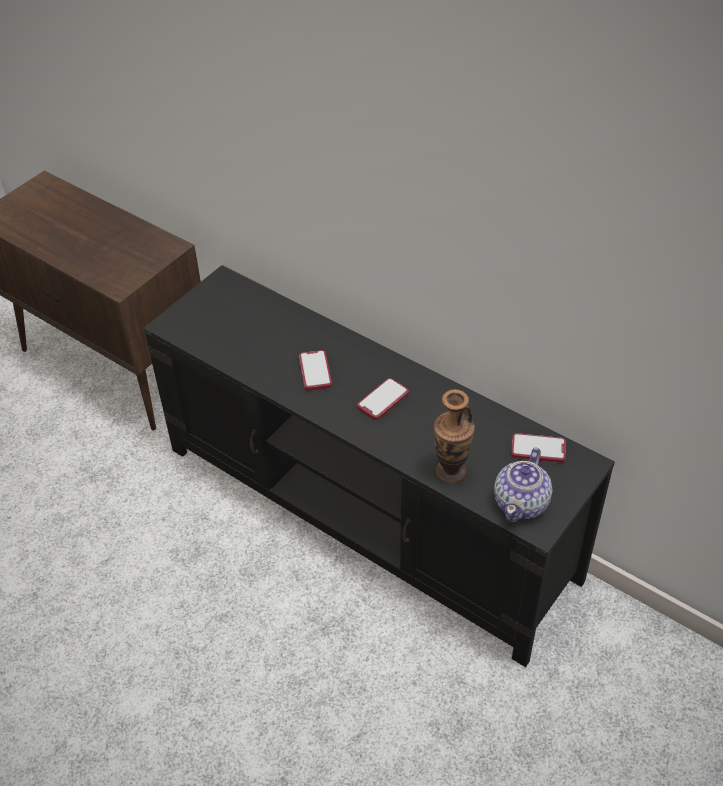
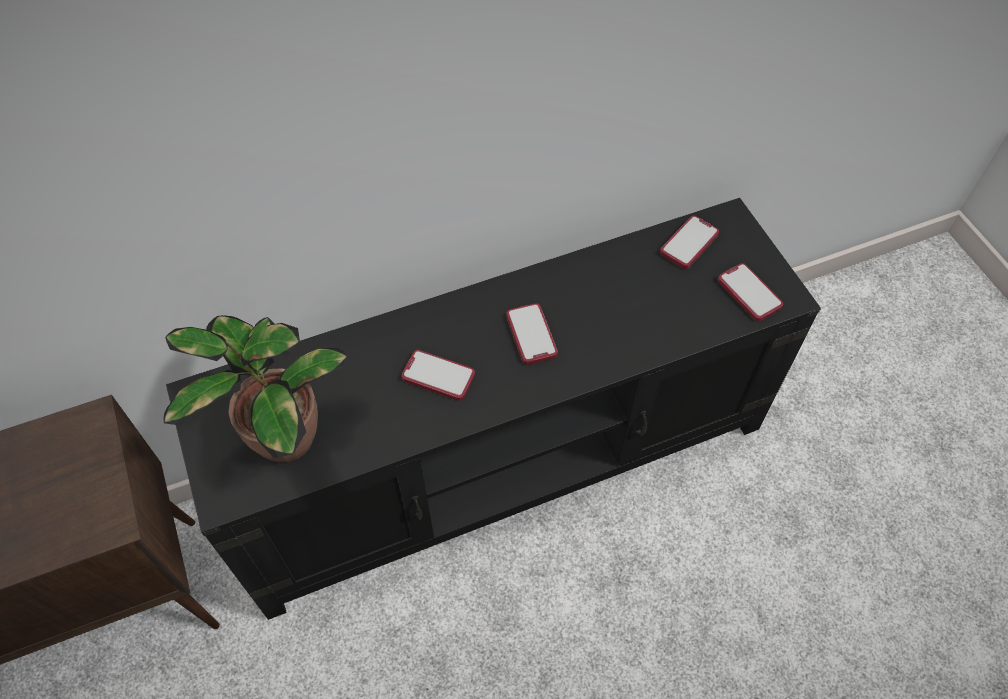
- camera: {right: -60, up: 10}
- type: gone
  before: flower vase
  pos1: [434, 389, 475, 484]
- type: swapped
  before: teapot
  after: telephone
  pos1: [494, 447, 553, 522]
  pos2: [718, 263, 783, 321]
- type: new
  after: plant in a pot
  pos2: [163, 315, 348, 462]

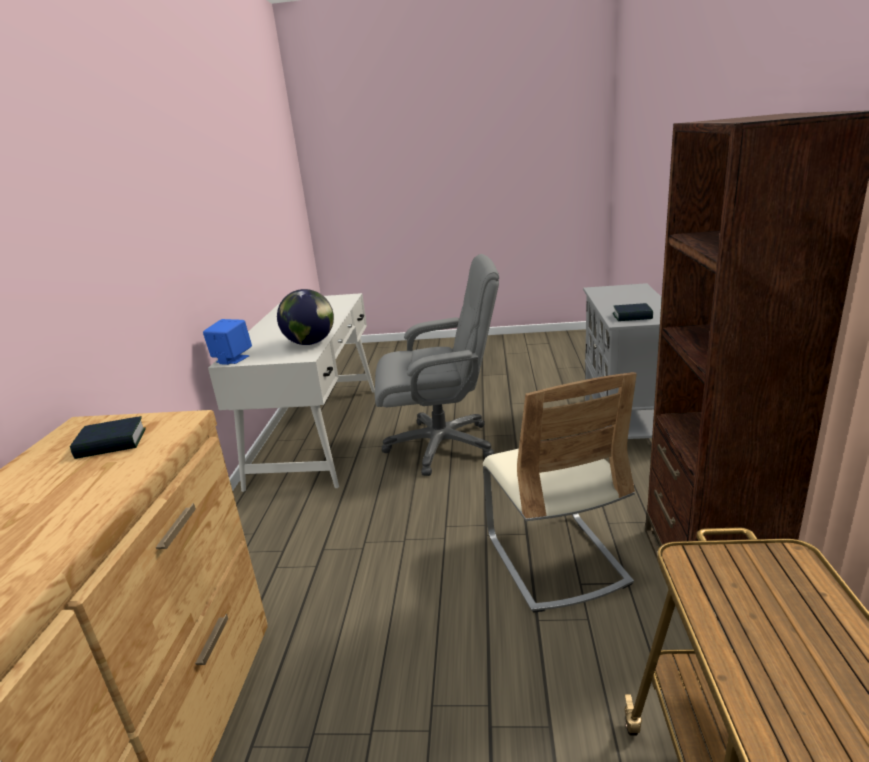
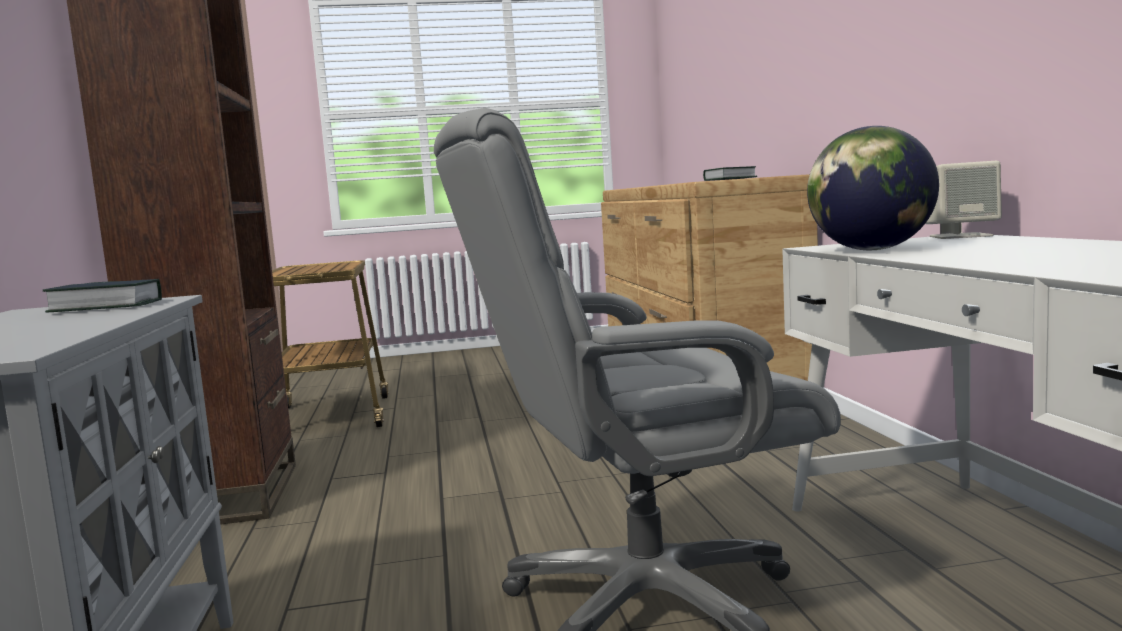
- camera: {right: 165, up: -15}
- type: repainted
  before: loudspeaker (blue)
  after: loudspeaker (sand-coloured)
  pos1: [203, 319, 252, 365]
  pos2: [925, 161, 1002, 239]
- type: gone
  before: chair (sand-coloured)
  pos1: [483, 372, 637, 613]

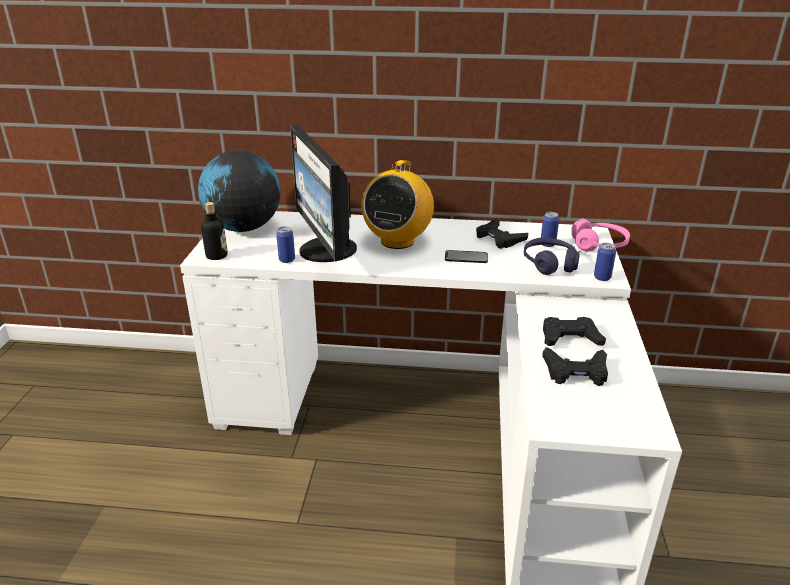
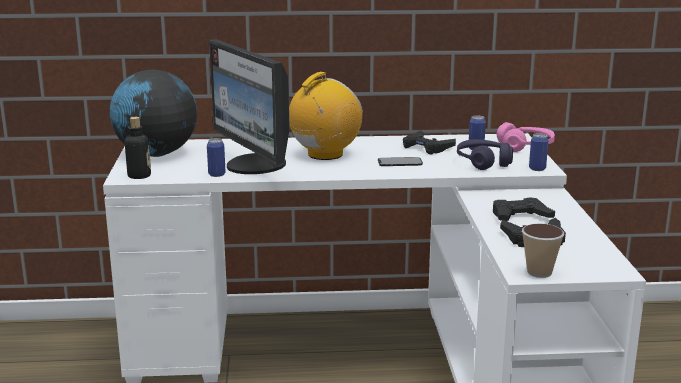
- camera: {right: -10, up: -10}
- type: rotated
  before: radio receiver
  pos1: [362, 160, 434, 249]
  pos2: [289, 72, 363, 160]
  turn: -150
- type: new
  after: drinking cup
  pos2: [522, 223, 564, 278]

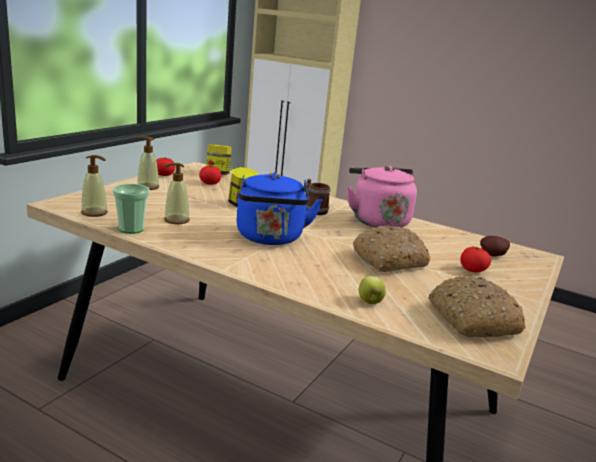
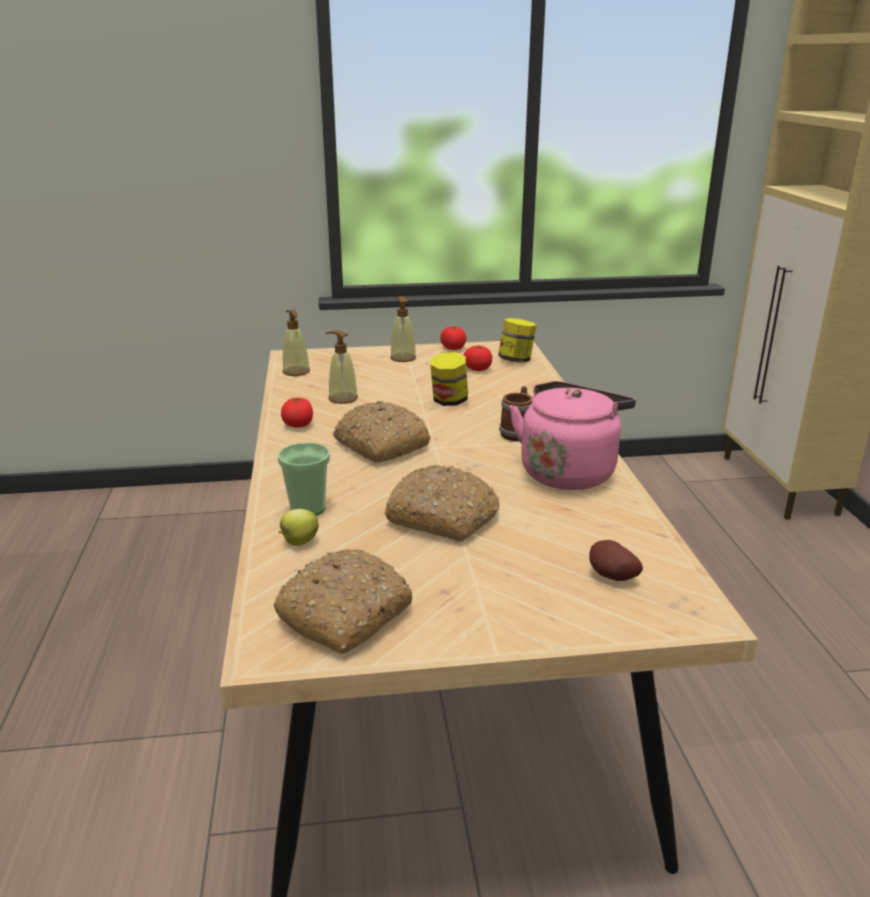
- camera: {right: 55, up: 5}
- type: shifted
  before: drinking cup
  pos1: [113, 184, 149, 234]
  pos2: [278, 442, 330, 516]
- type: swapped
  before: kettle (blue)
  after: bakery bread
  pos1: [236, 172, 322, 245]
  pos2: [333, 401, 431, 462]
- type: shifted
  before: whole tomato
  pos1: [460, 247, 491, 272]
  pos2: [281, 397, 313, 427]

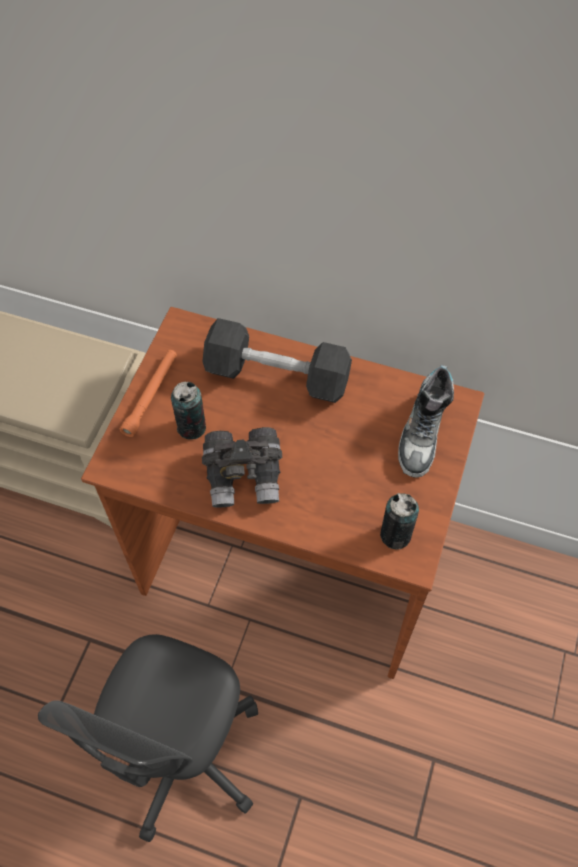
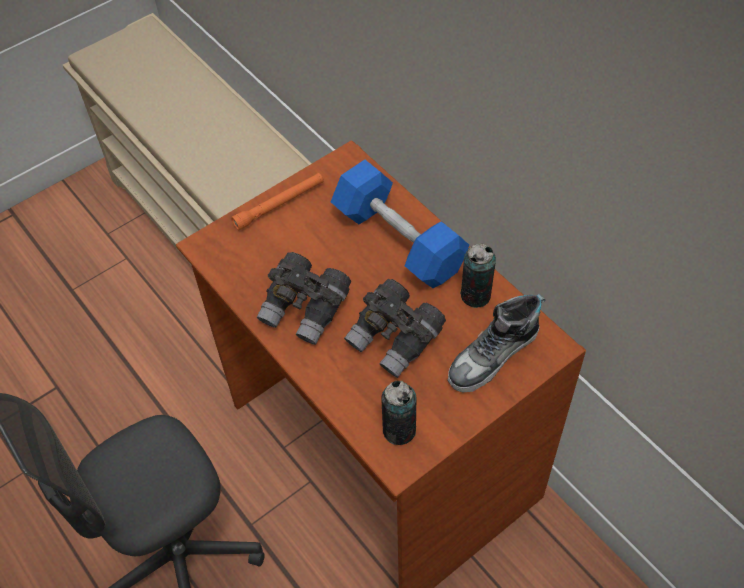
- camera: {right: 35, up: -5}
- type: shifted
  before: metal can
  pos1: [171, 382, 206, 440]
  pos2: [460, 244, 496, 308]
- type: repainted
  before: dumbbell (black)
  after: dumbbell (blue)
  pos1: [202, 318, 352, 403]
  pos2: [331, 160, 469, 288]
- type: new
  after: pair of binoculars (greyish)
  pos2: [344, 279, 446, 378]

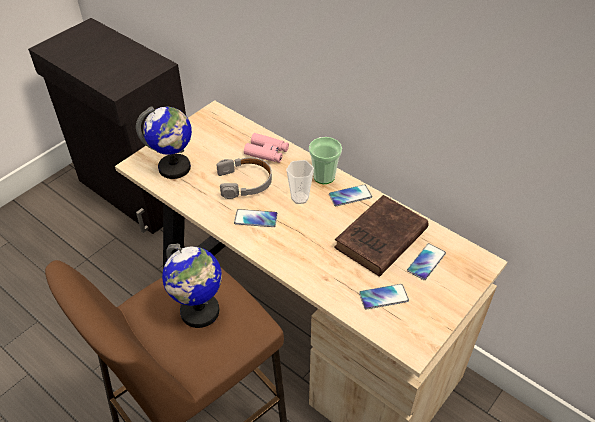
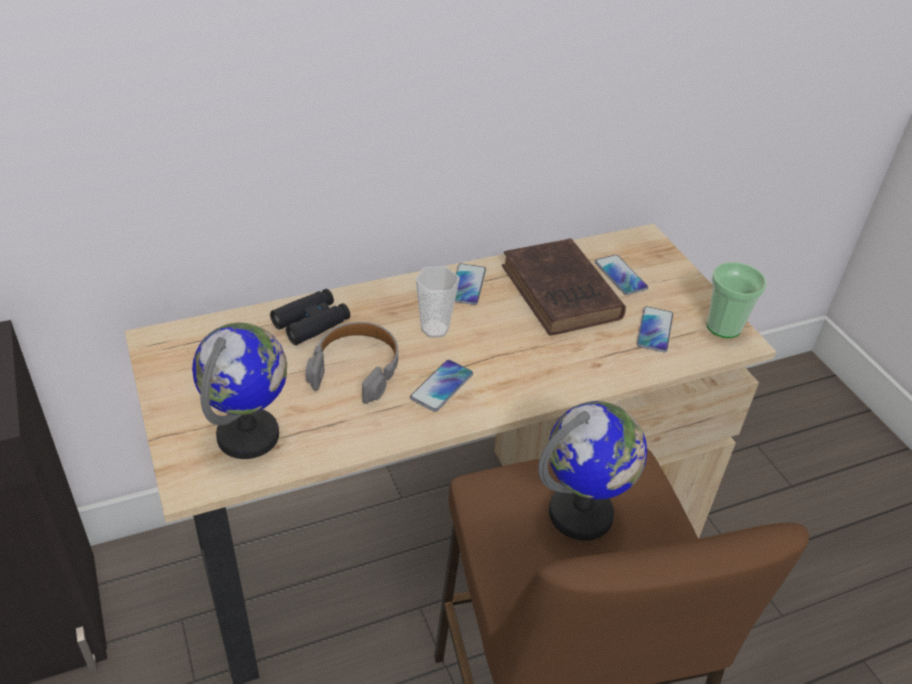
- camera: {right: -65, up: -5}
- type: repainted
  before: pair of binoculars (pinkish)
  after: pair of binoculars (black)
  pos1: [244, 133, 289, 163]
  pos2: [270, 289, 350, 345]
- type: shifted
  before: drinking cup
  pos1: [309, 137, 342, 184]
  pos2: [706, 262, 767, 338]

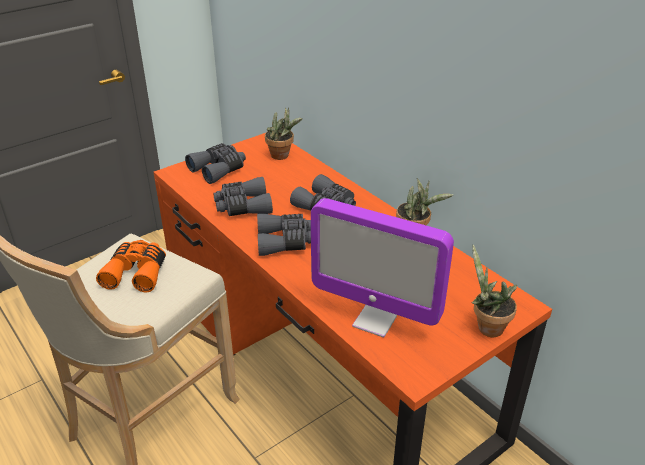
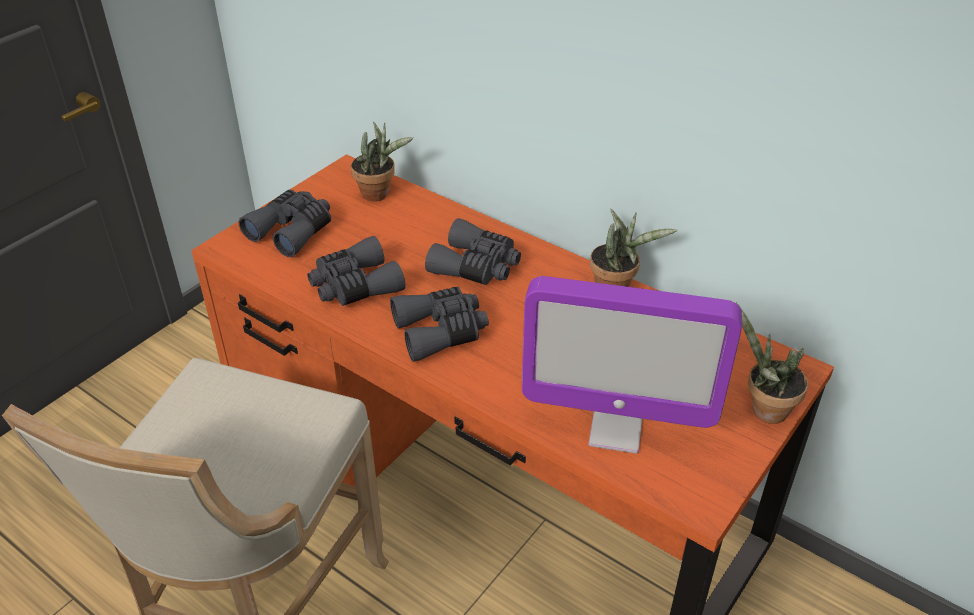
- camera: {right: -15, up: 5}
- type: gone
  before: pair of binoculars (orange-coloured)
  pos1: [96, 240, 166, 292]

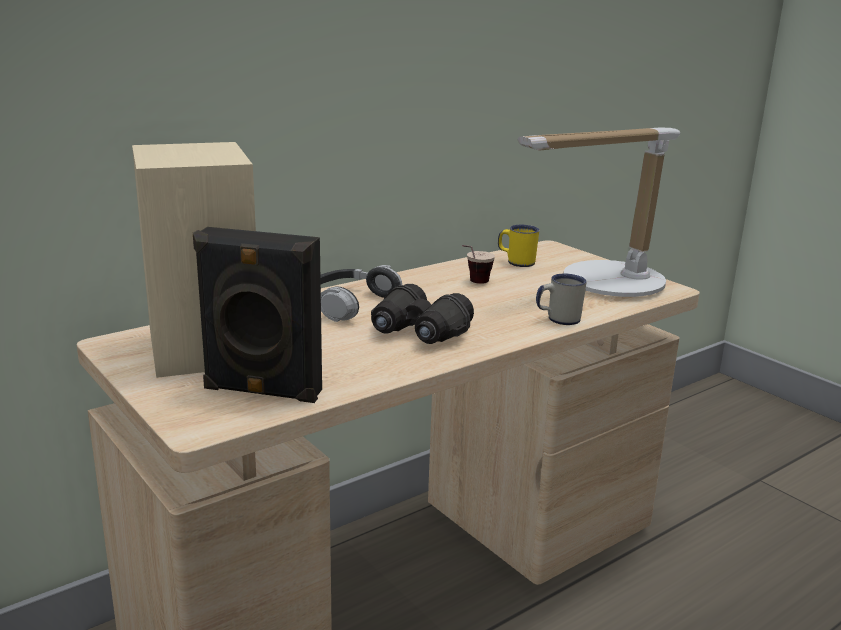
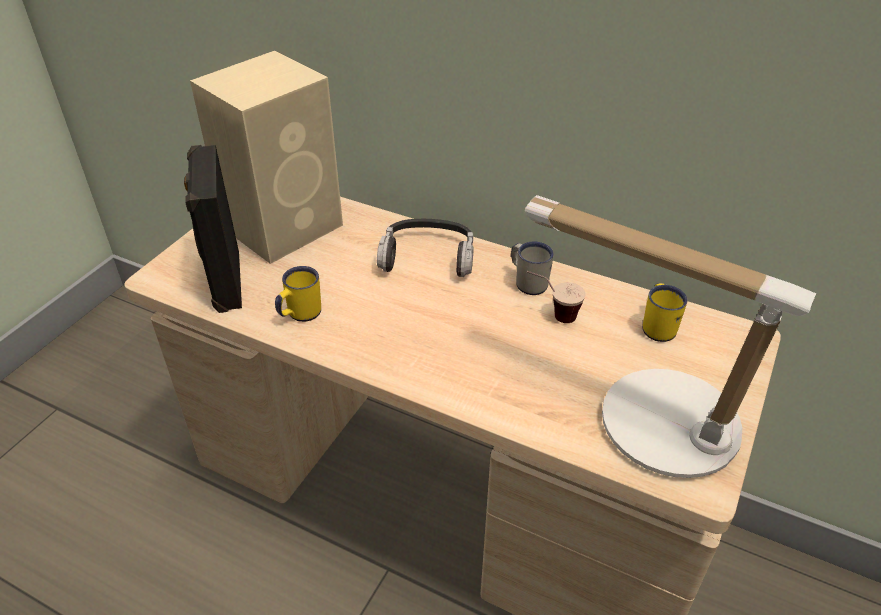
- camera: {right: 65, up: 20}
- type: gone
  before: pair of binoculars (black)
  pos1: [371, 284, 474, 344]
- type: shifted
  before: coffee mug (whitish)
  pos1: [536, 274, 587, 325]
  pos2: [511, 242, 554, 295]
- type: new
  after: coffee mug (yellow-coloured)
  pos2: [275, 266, 321, 322]

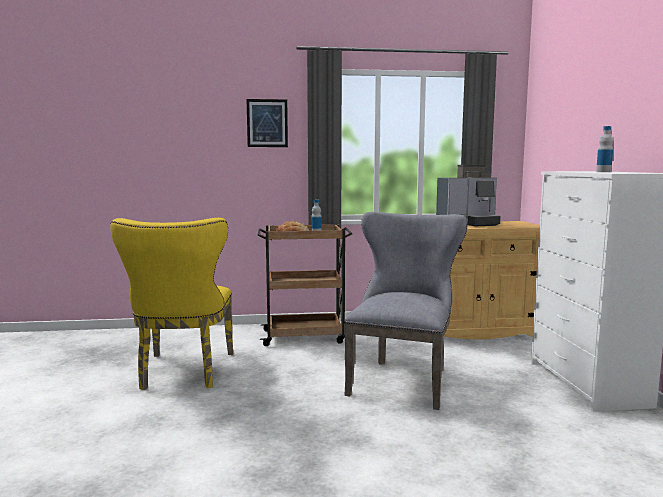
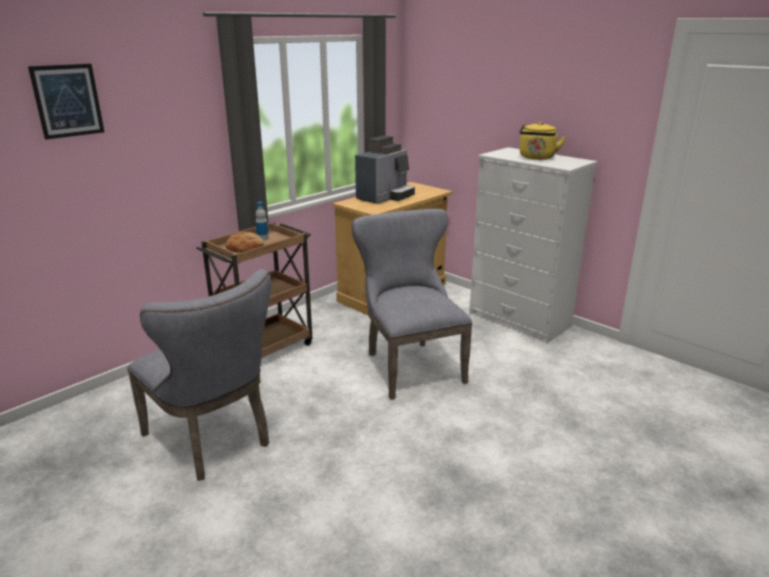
- camera: {right: -40, up: 15}
- type: repainted
  before: chair (yellow-coloured)
  after: chair (greyish)
  pos1: [110, 218, 233, 390]
  pos2: [127, 269, 271, 481]
- type: shifted
  before: wall art
  pos1: [246, 99, 288, 147]
  pos2: [28, 64, 104, 140]
- type: swapped
  before: drink bottle
  after: kettle (yellow-coloured)
  pos1: [596, 126, 613, 172]
  pos2: [519, 122, 566, 160]

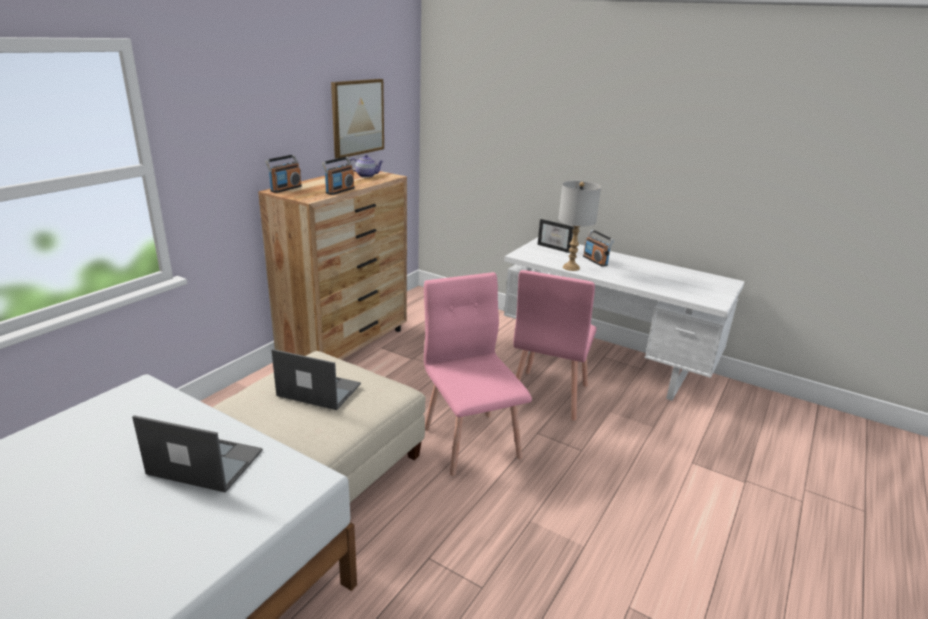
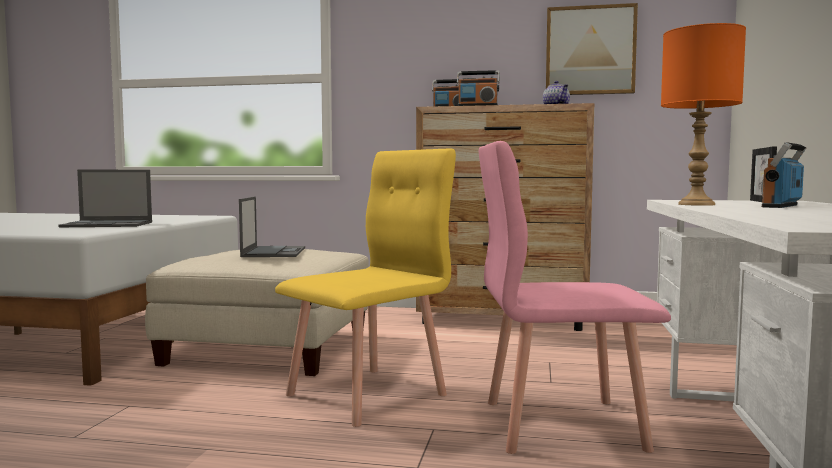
- camera: {right: 70, up: -20}
- type: rotated
  before: notebook computer
  pos1: [132, 415, 263, 493]
  pos2: [58, 170, 152, 227]
  turn: 90
- type: repainted
  before: chair (pinkish)
  after: chair (yellow-coloured)
  pos1: [424, 272, 532, 476]
  pos2: [275, 148, 456, 427]
- type: repainted
  before: table lamp (greyish)
  after: table lamp (orange-coloured)
  pos1: [558, 181, 601, 271]
  pos2: [661, 23, 746, 206]

